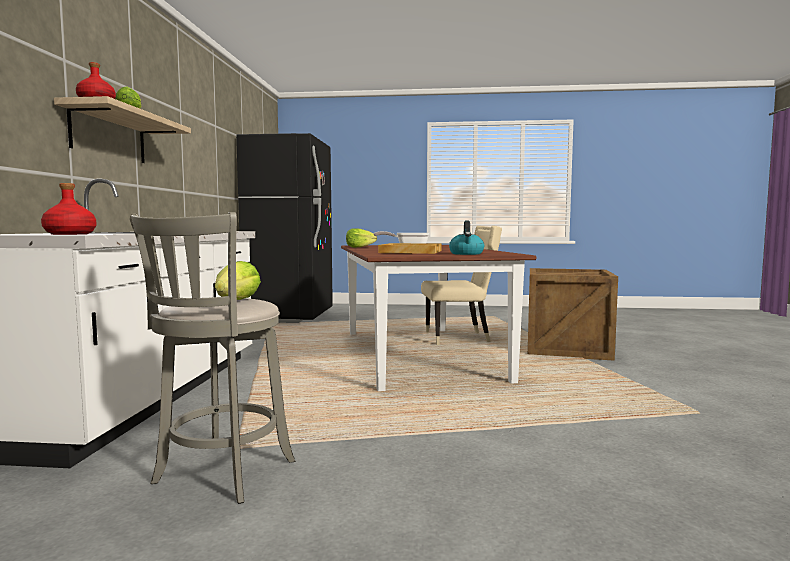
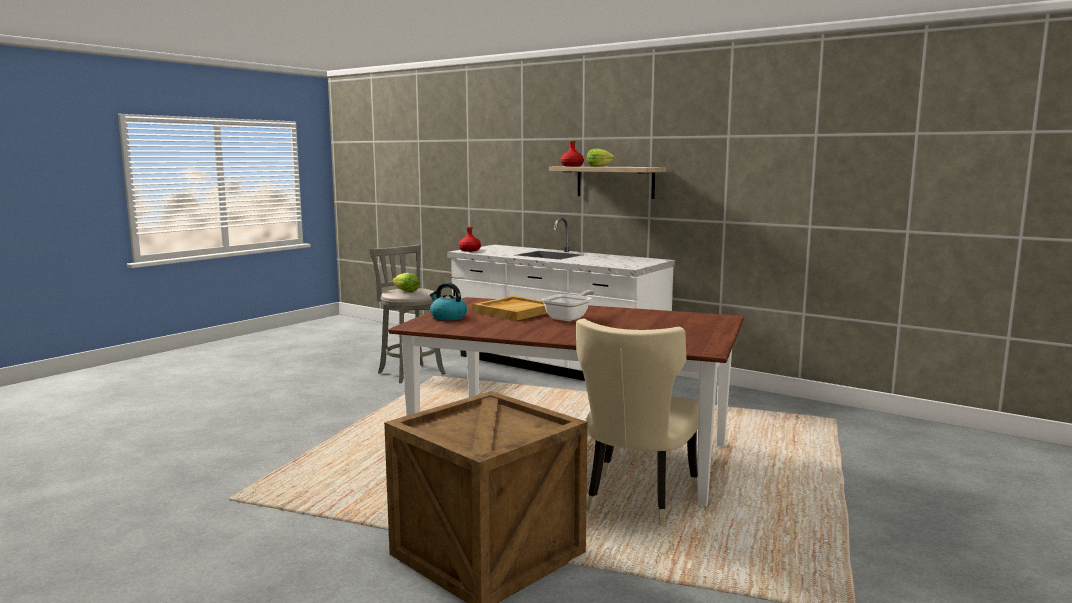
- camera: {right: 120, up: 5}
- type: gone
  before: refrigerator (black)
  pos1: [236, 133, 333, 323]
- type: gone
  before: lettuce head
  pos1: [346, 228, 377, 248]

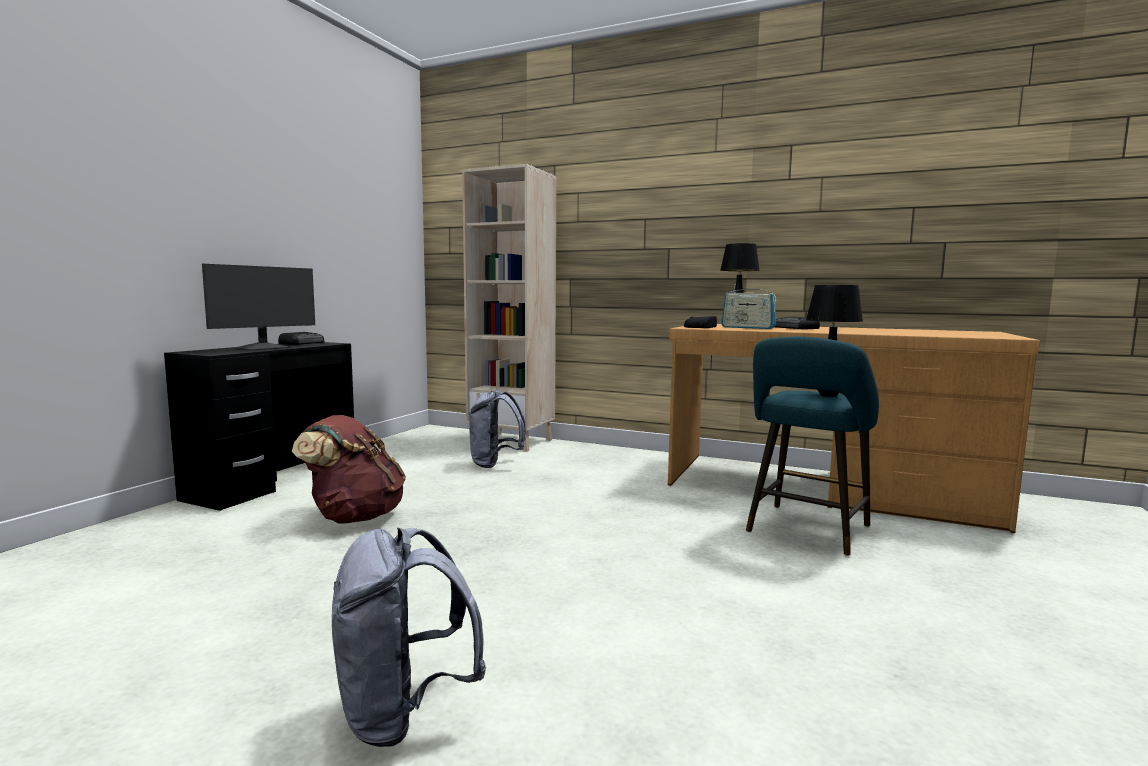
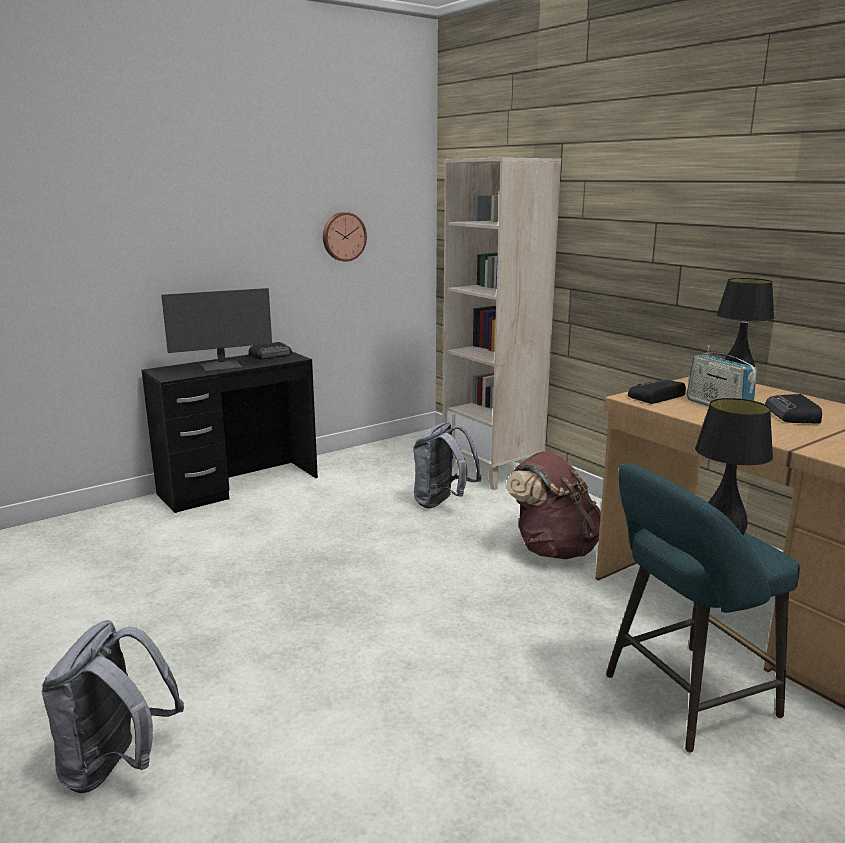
- camera: {right: 30, up: 10}
- type: shifted
  before: knapsack (brown)
  pos1: [292, 415, 406, 524]
  pos2: [506, 451, 601, 559]
- type: new
  after: clock on the wall
  pos2: [323, 212, 367, 262]

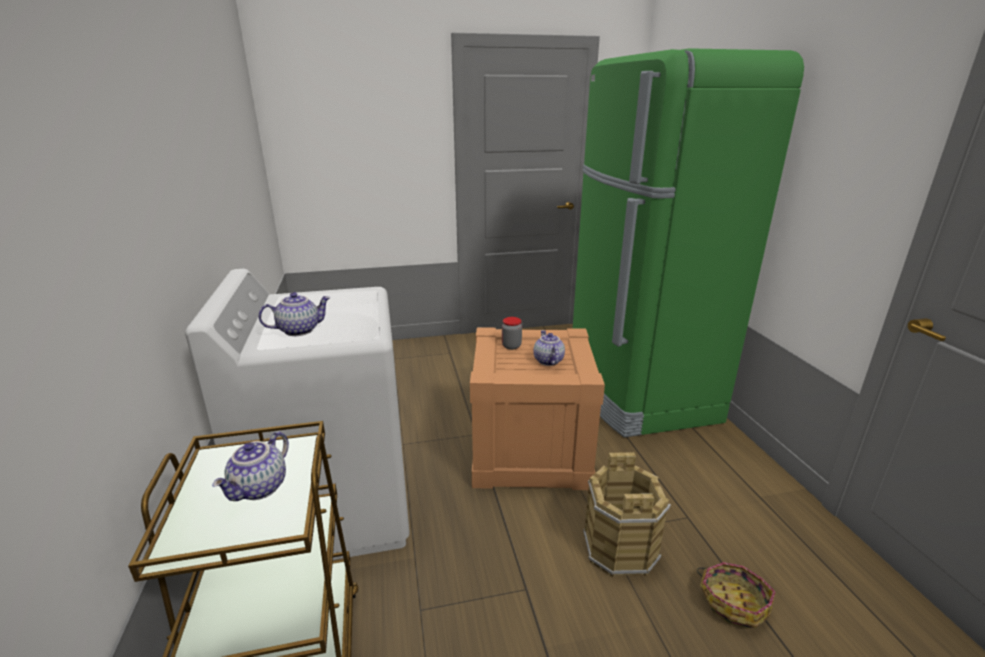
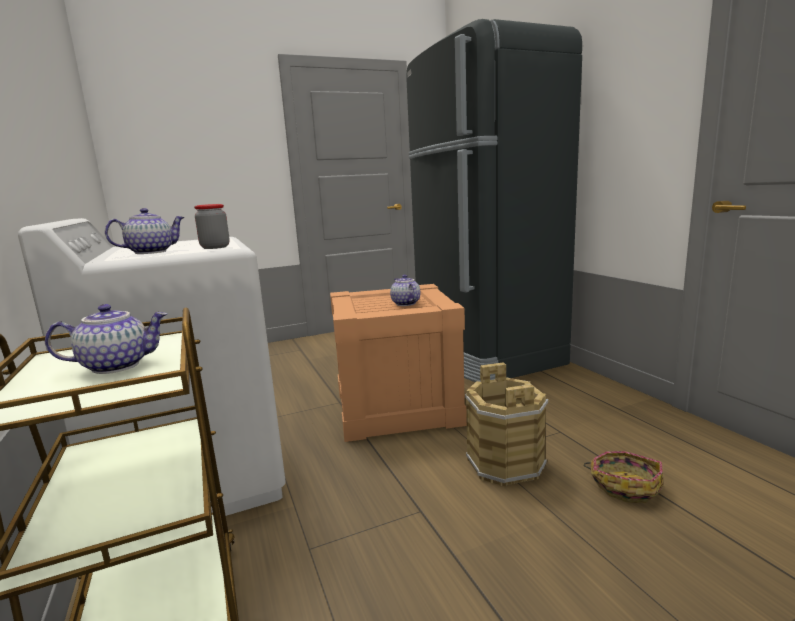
- camera: {right: -10, up: -10}
- type: rotated
  before: teapot
  pos1: [212, 431, 289, 501]
  pos2: [45, 304, 167, 374]
  turn: -120
- type: shifted
  before: storage jar
  pos1: [502, 317, 522, 350]
  pos2: [194, 204, 230, 249]
- type: repainted
  before: refrigerator (green)
  after: refrigerator (black)
  pos1: [573, 48, 804, 437]
  pos2: [407, 19, 582, 382]

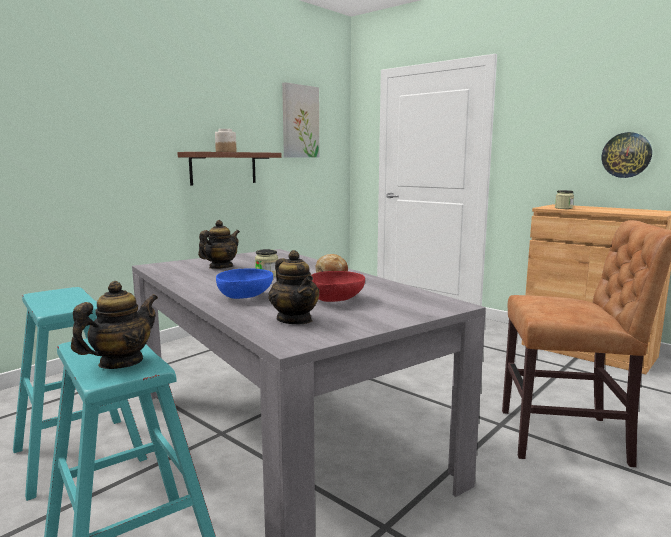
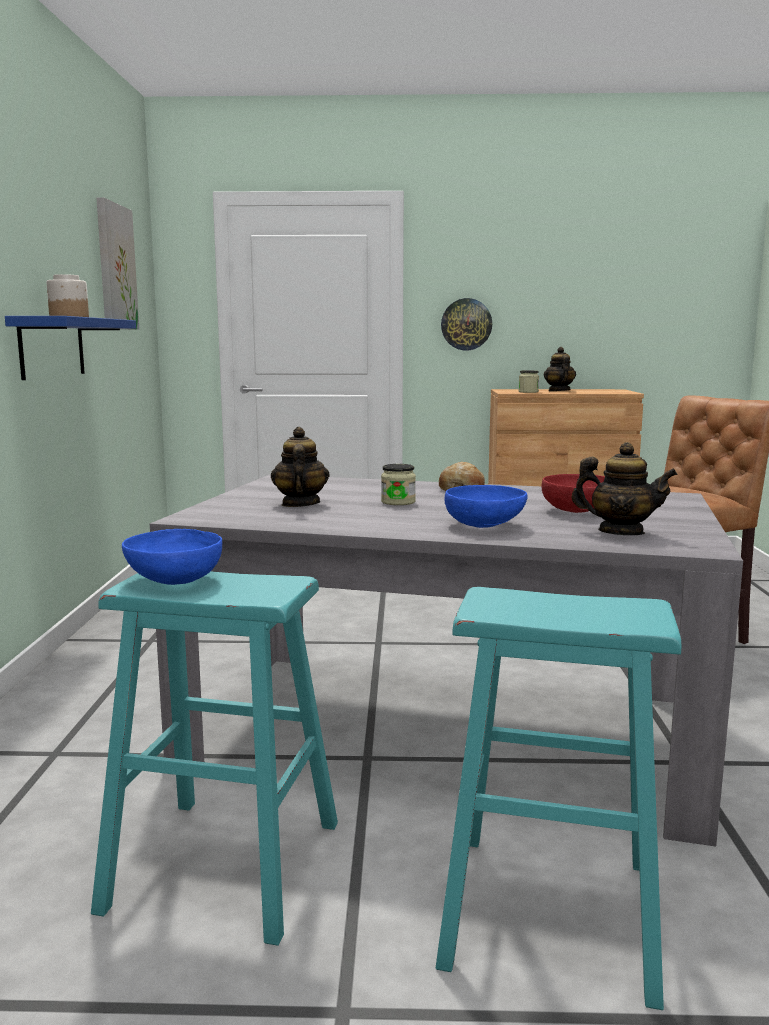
- camera: {right: -40, up: 0}
- type: shifted
  before: teapot
  pos1: [71, 281, 158, 369]
  pos2: [544, 347, 576, 391]
- type: repainted
  before: bracket shelf (brown)
  after: bracket shelf (blue)
  pos1: [177, 152, 281, 186]
  pos2: [5, 316, 136, 380]
- type: shifted
  before: clock on the wall
  pos1: [602, 132, 652, 178]
  pos2: [441, 298, 492, 350]
- type: new
  after: deep dish (blue)
  pos2: [122, 529, 222, 585]

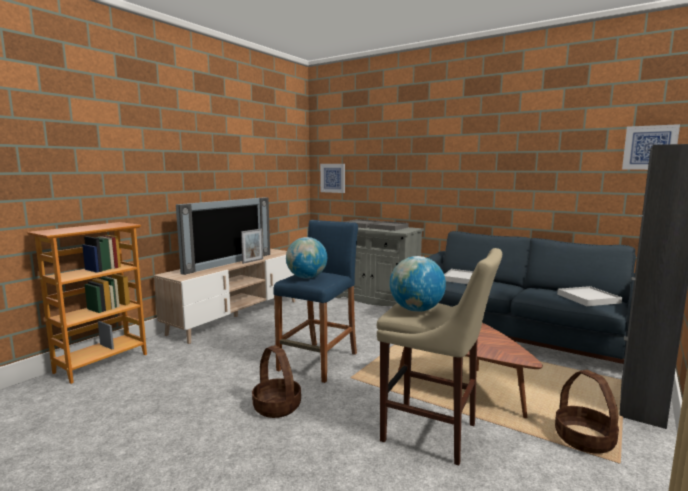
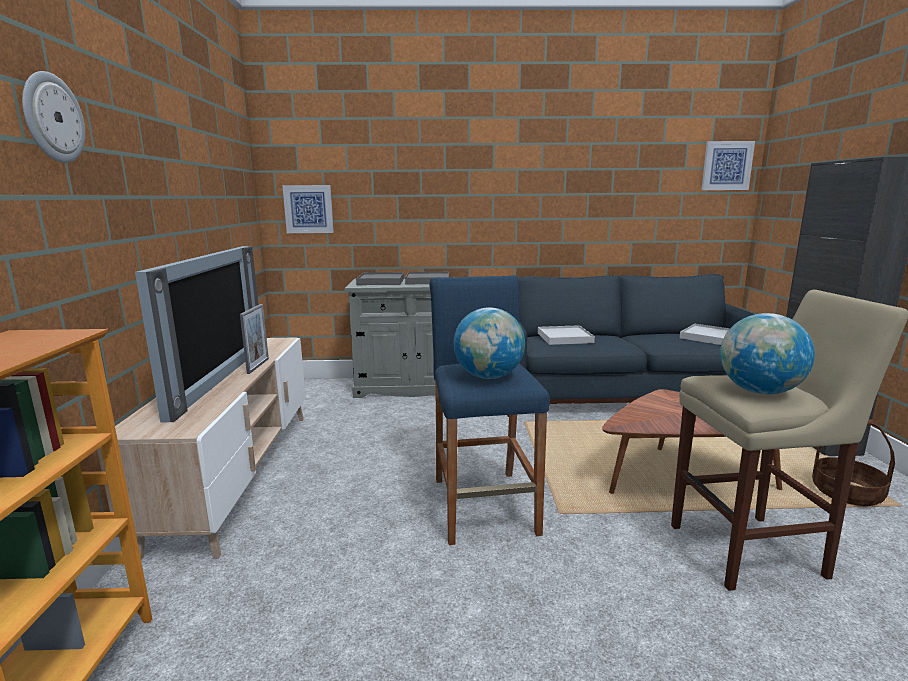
- camera: {right: -35, up: 5}
- type: gone
  before: storage basket
  pos1: [252, 345, 301, 418]
- type: new
  after: clock on the wall
  pos2: [22, 71, 85, 163]

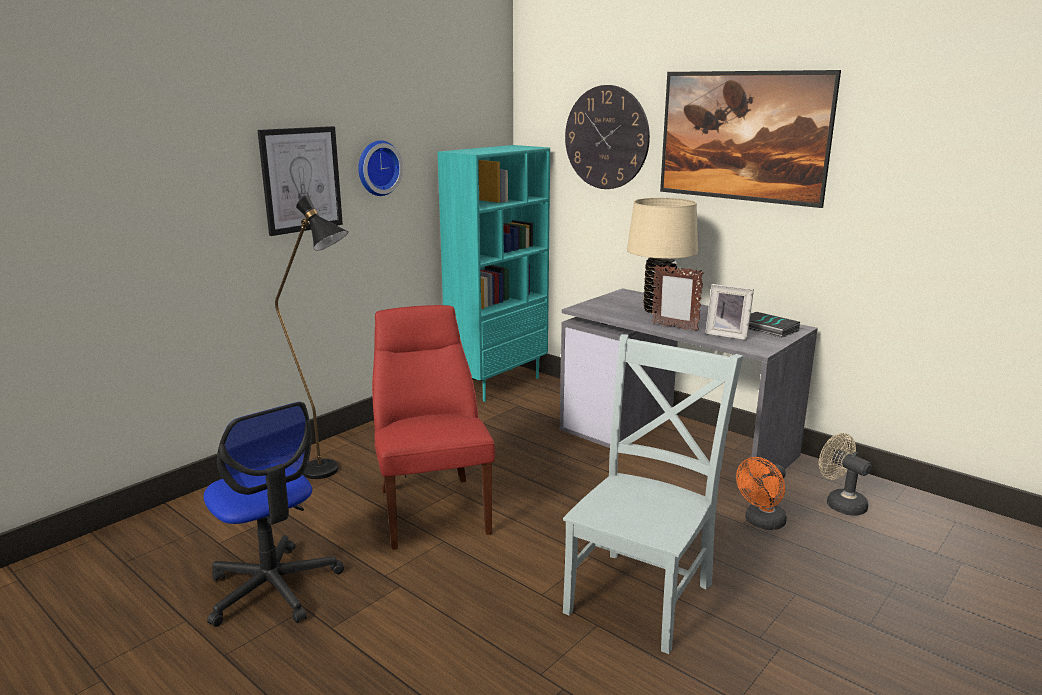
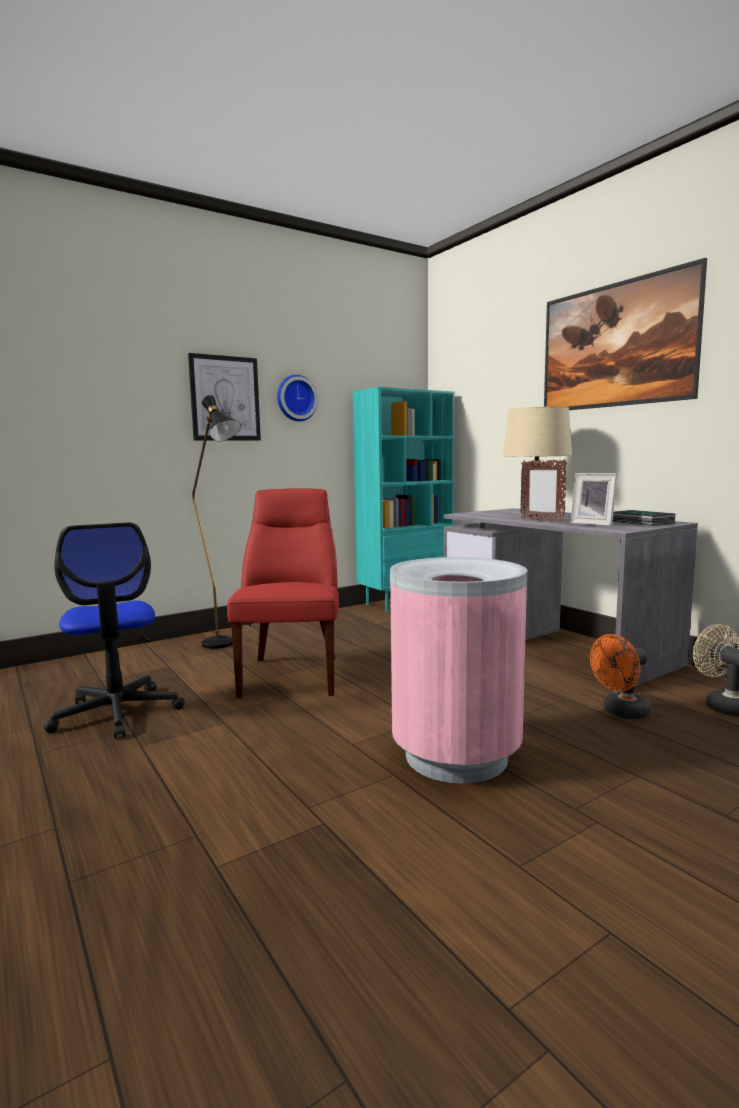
- camera: {right: 15, up: -10}
- type: swapped
  before: chair (greyish)
  after: rubbish bin (pinkish)
  pos1: [563, 334, 743, 654]
  pos2: [390, 557, 527, 784]
- type: gone
  before: clock on the wall
  pos1: [565, 85, 650, 189]

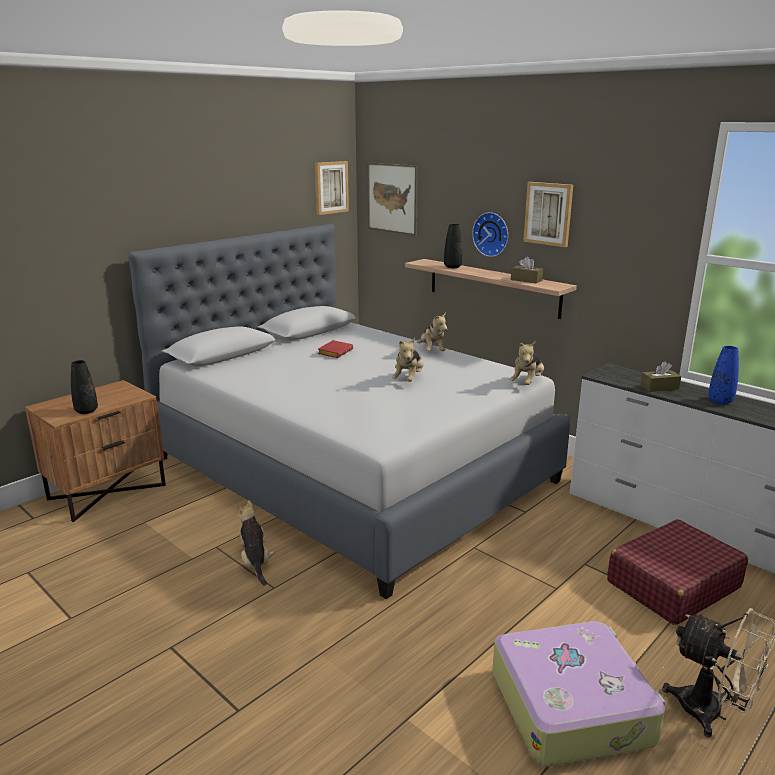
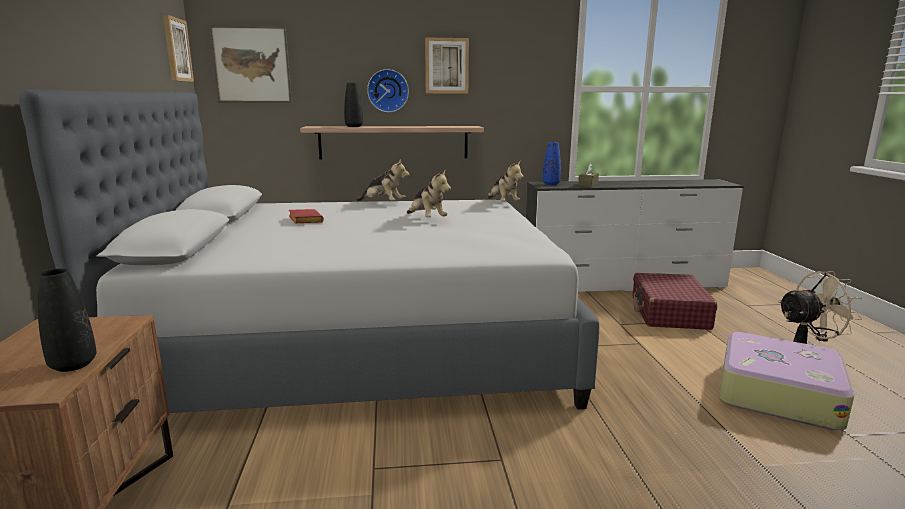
- camera: {right: -50, up: -5}
- type: gone
  before: cuddly toy
  pos1: [237, 500, 274, 586]
- type: gone
  before: tissue box (brown)
  pos1: [511, 257, 543, 283]
- type: shifted
  before: flower vase (blue)
  pos1: [708, 346, 739, 405]
  pos2: [542, 142, 561, 185]

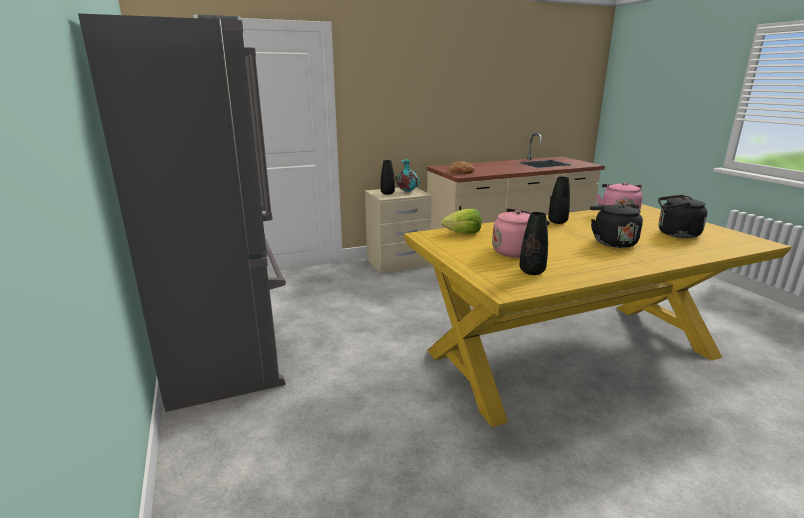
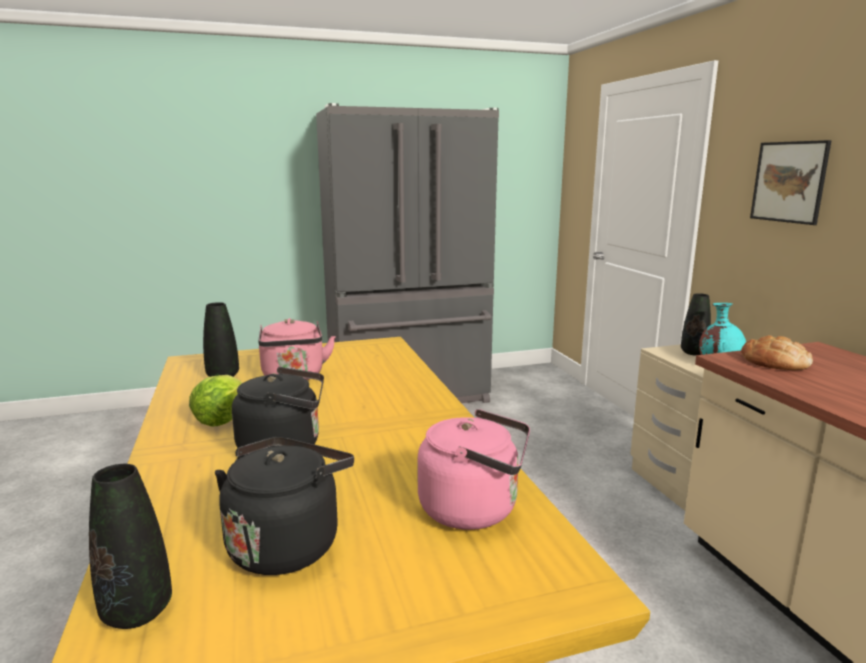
- camera: {right: 95, up: -5}
- type: shifted
  before: lettuce head
  pos1: [441, 209, 482, 234]
  pos2: [189, 375, 242, 427]
- type: shifted
  before: flower vase (black)
  pos1: [548, 177, 570, 224]
  pos2: [89, 463, 172, 629]
- type: new
  after: wall art
  pos2: [750, 140, 832, 225]

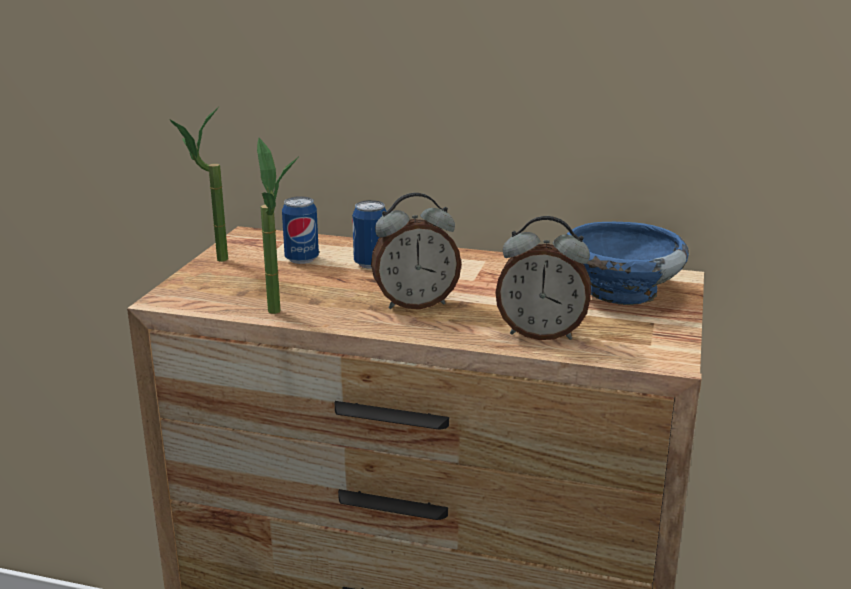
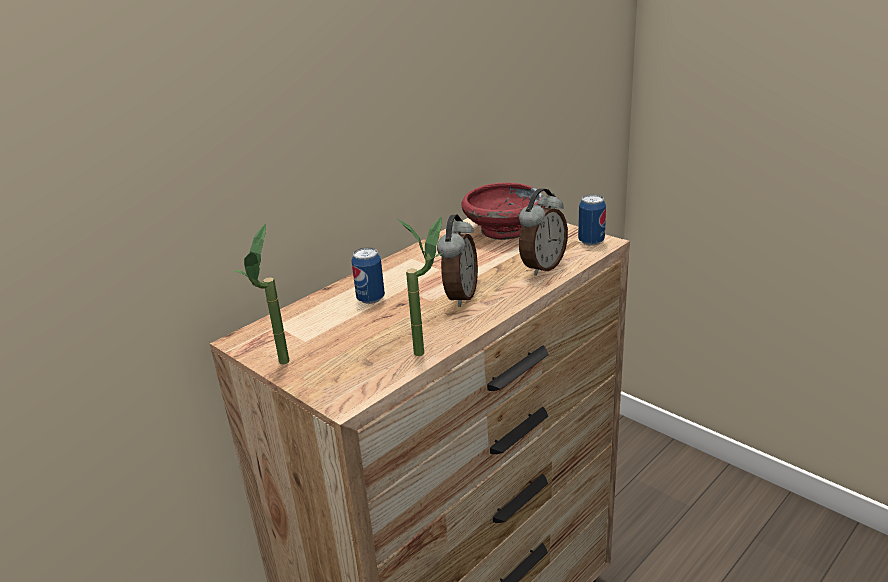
- camera: {right: -60, up: 5}
- type: shifted
  before: metal can
  pos1: [282, 196, 319, 264]
  pos2: [578, 194, 606, 246]
- type: repainted
  before: deep dish (blue)
  after: deep dish (red)
  pos1: [566, 222, 689, 305]
  pos2: [461, 183, 545, 240]

